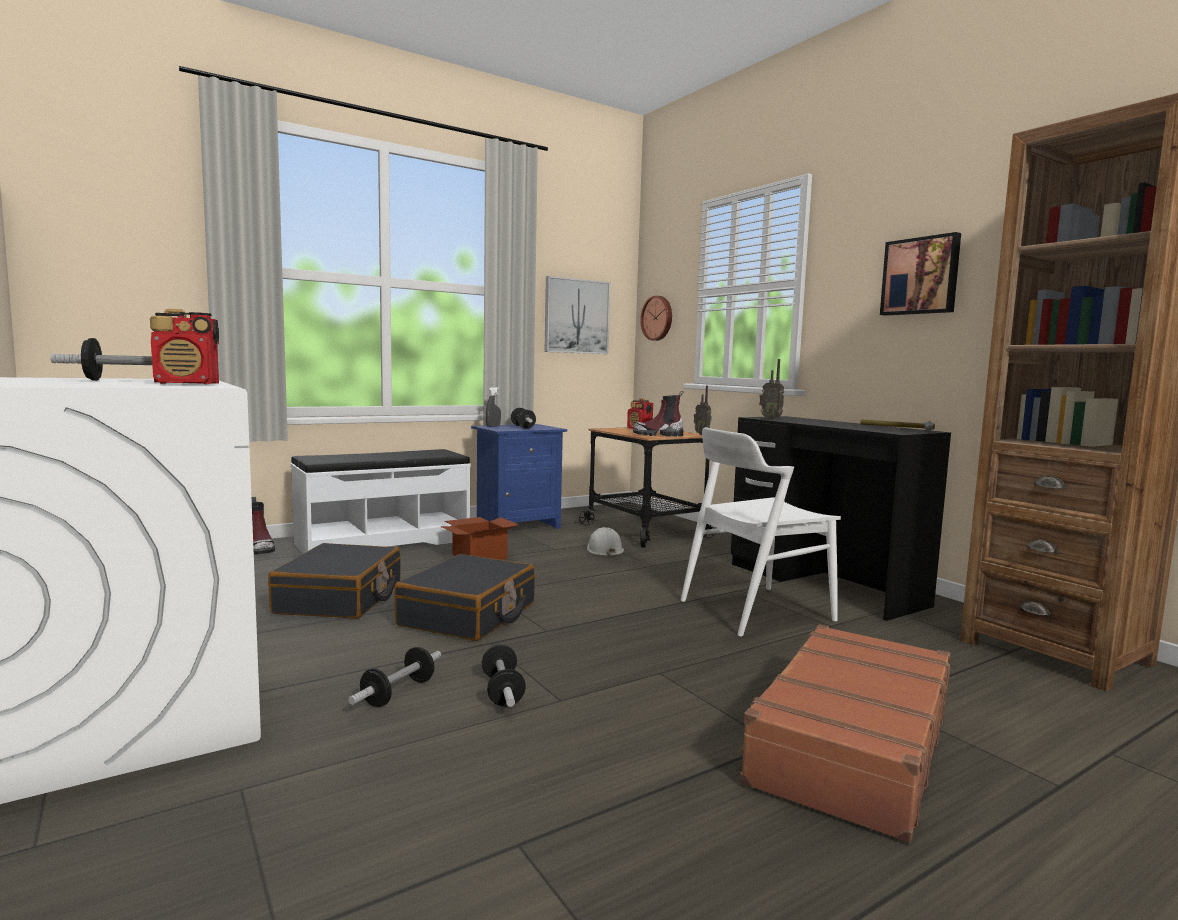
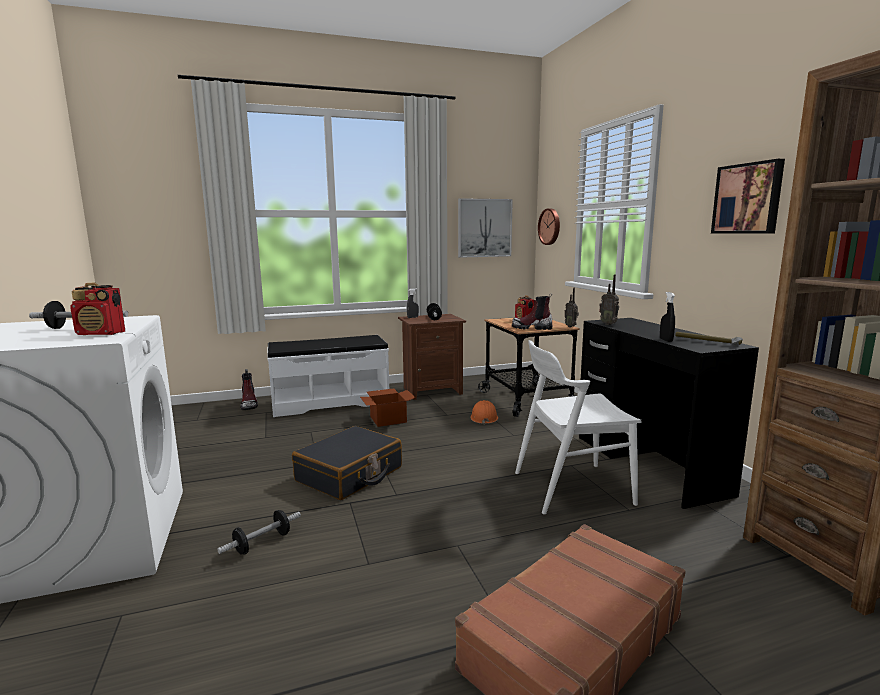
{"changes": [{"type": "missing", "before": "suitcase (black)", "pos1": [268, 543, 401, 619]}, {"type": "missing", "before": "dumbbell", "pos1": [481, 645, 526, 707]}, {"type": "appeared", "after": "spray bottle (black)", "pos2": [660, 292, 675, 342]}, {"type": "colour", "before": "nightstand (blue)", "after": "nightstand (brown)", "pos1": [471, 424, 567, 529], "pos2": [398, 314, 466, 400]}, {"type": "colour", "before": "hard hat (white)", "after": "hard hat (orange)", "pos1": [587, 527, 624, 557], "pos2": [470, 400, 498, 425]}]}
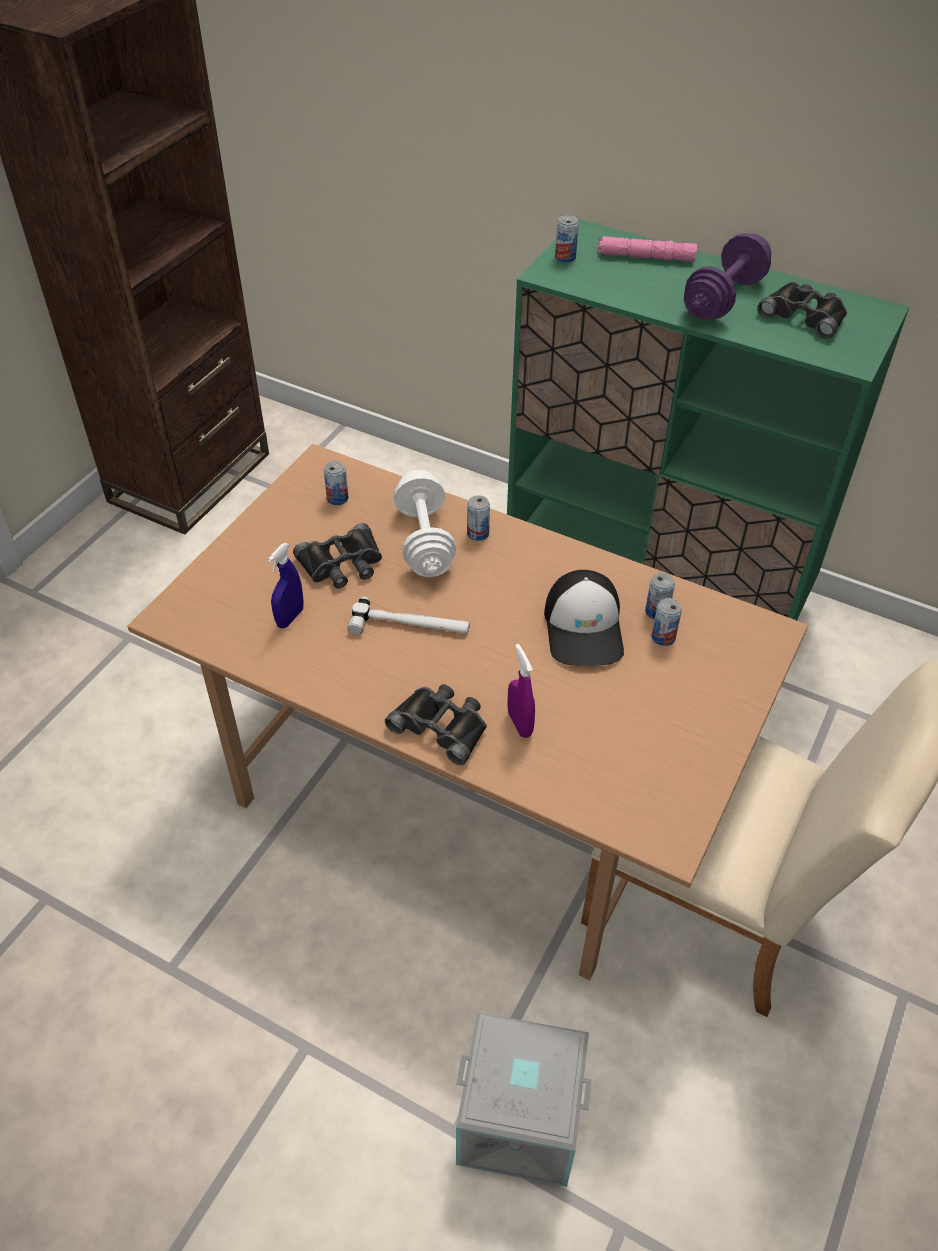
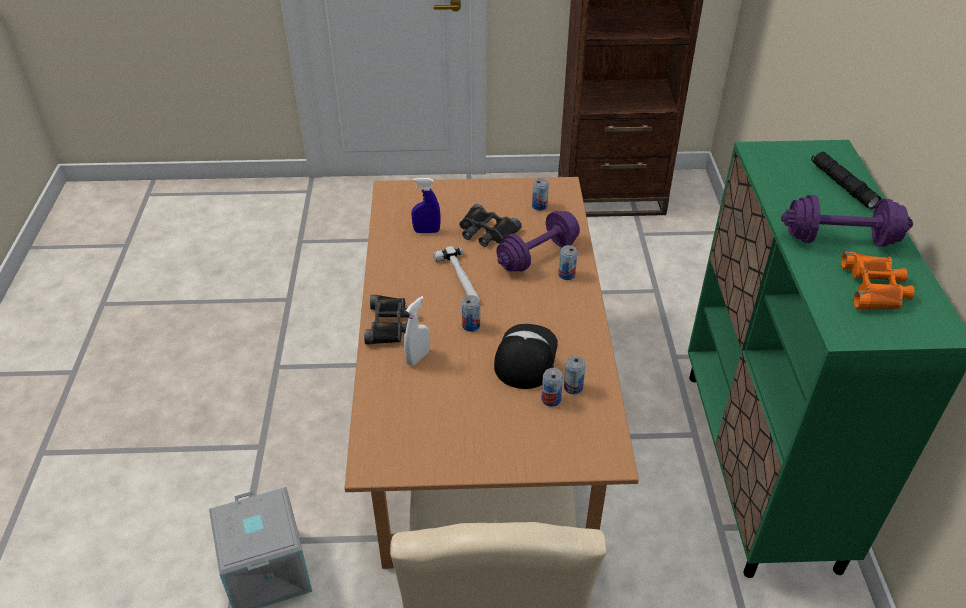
{"changes": [{"type": "relocated", "before": "can", "pos1": [555, 215, 579, 263], "pos2": [462, 295, 480, 332]}, {"type": "colour", "before": "dumbbell (white)", "after": "dumbbell (purple)", "pos1": [394, 470, 456, 577], "pos2": [496, 211, 580, 272]}, {"type": "colour", "before": "spray bottle (purple)", "after": "spray bottle (white)", "pos1": [507, 644, 535, 738], "pos2": [404, 296, 430, 366]}, {"type": "colour", "before": "flashlight (pink)", "after": "flashlight (black)", "pos1": [598, 236, 697, 262], "pos2": [811, 152, 881, 209]}, {"type": "colour", "before": "binoculars (black)", "after": "binoculars (orange)", "pos1": [757, 282, 847, 339], "pos2": [841, 252, 915, 310]}, {"type": "spun", "before": "cap", "pos1": [544, 570, 624, 666], "pos2": [494, 324, 558, 389], "turn": 135}]}
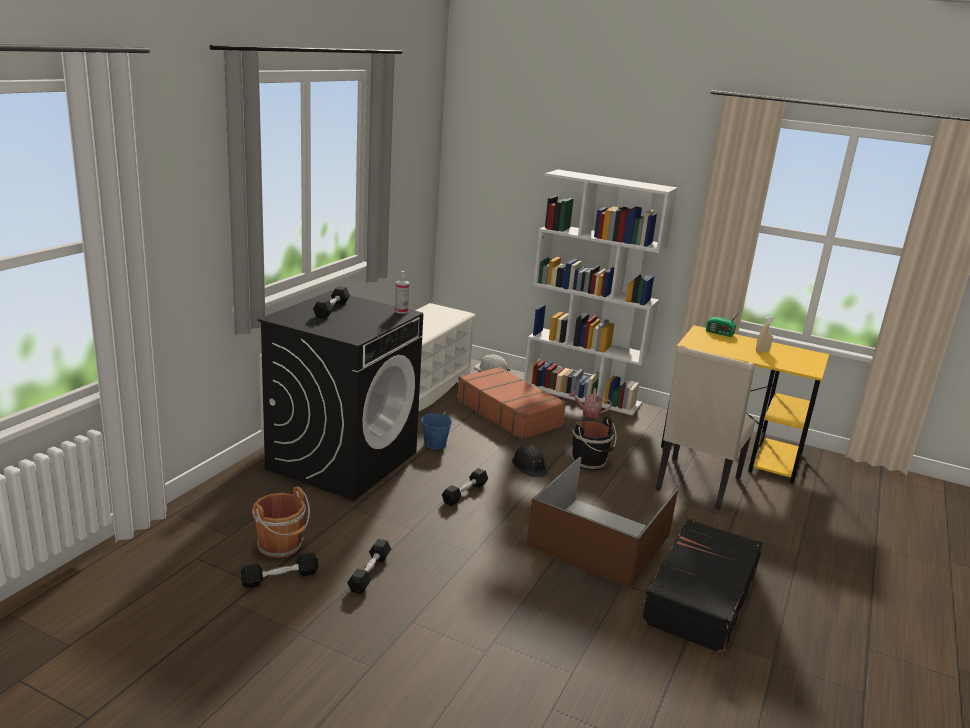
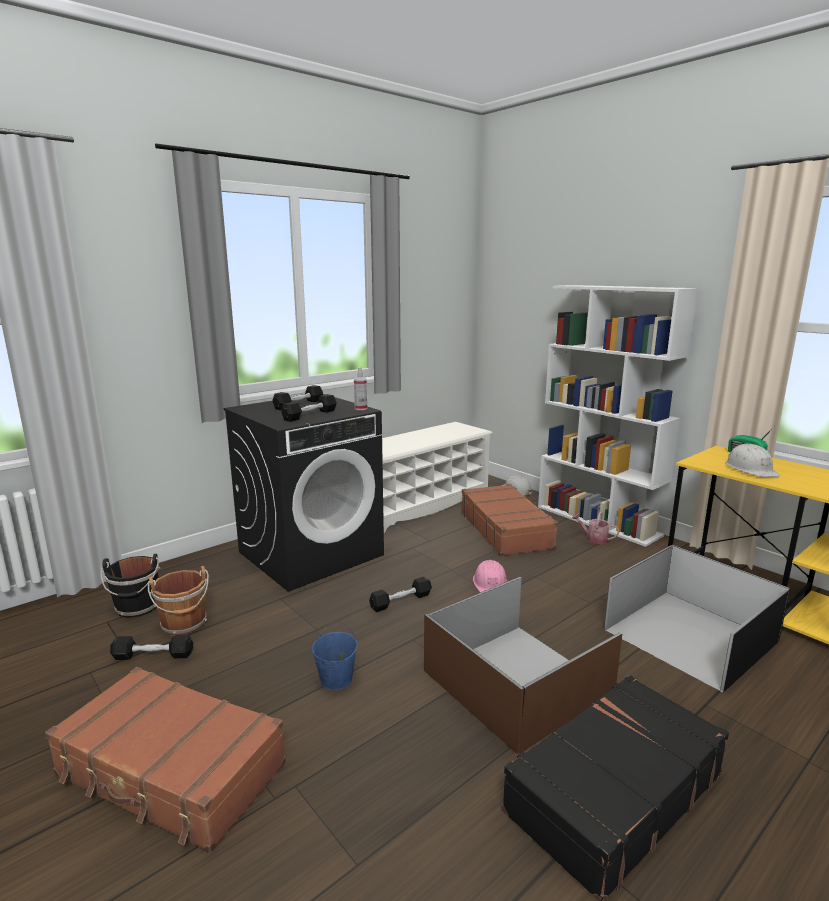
{"changes": [{"type": "missing", "before": "spray bottle (beige)", "pos1": [756, 316, 776, 353]}, {"type": "appeared", "after": "suitcase (brown)", "pos2": [45, 667, 286, 853]}, {"type": "appeared", "after": "hard hat (white)", "pos2": [725, 443, 780, 477]}, {"type": "relocated", "before": "dumbbell (black)", "pos1": [347, 539, 391, 594], "pos2": [281, 394, 337, 422]}, {"type": "relocated", "before": "bucket (blue)", "pos1": [421, 403, 452, 450], "pos2": [312, 621, 357, 690]}, {"type": "relocated", "before": "bucket (black)", "pos1": [572, 416, 617, 470], "pos2": [100, 554, 160, 618]}, {"type": "exchanged", "before": "chair (beige)", "after": "storage box (black)", "pos1": [655, 346, 755, 510], "pos2": [604, 545, 790, 693]}, {"type": "colour", "before": "hard hat (black)", "after": "hard hat (pink)", "pos1": [512, 445, 547, 477], "pos2": [473, 560, 507, 593]}]}
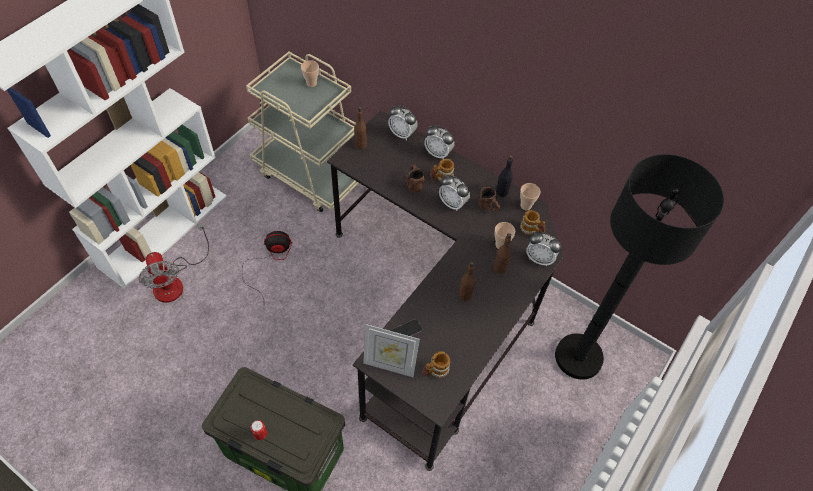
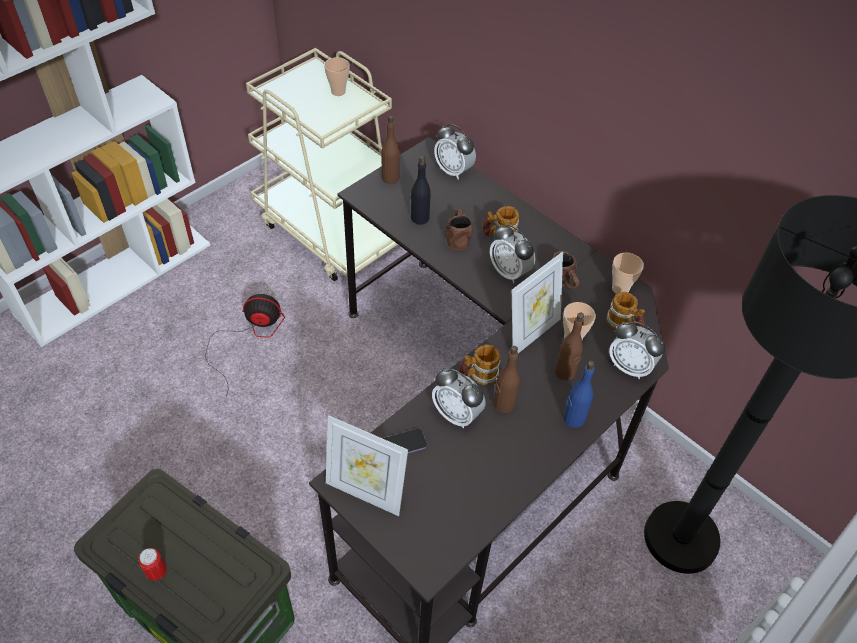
{"changes": [{"type": "missing", "before": "fan", "pos1": [139, 222, 209, 303]}, {"type": "appeared", "after": "picture frame", "pos2": [512, 251, 563, 353]}, {"type": "appeared", "after": "bottle (blue)", "pos2": [564, 361, 595, 428]}, {"type": "relocated", "before": "mug", "pos1": [423, 351, 450, 378], "pos2": [459, 344, 501, 385]}, {"type": "relocated", "before": "alarm clock", "pos1": [424, 125, 454, 159], "pos2": [432, 368, 486, 429]}, {"type": "relocated", "before": "bottle (black)", "pos1": [496, 155, 513, 197], "pos2": [411, 156, 431, 225]}]}
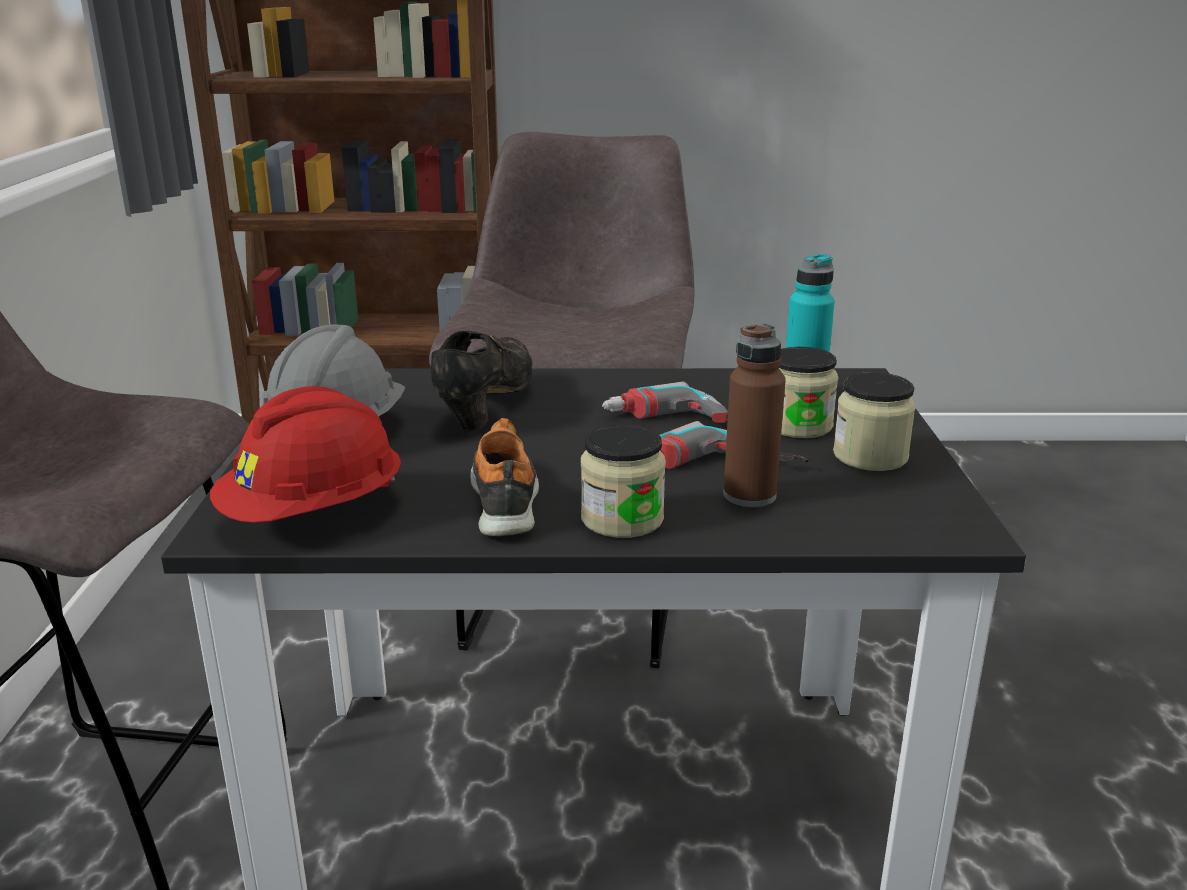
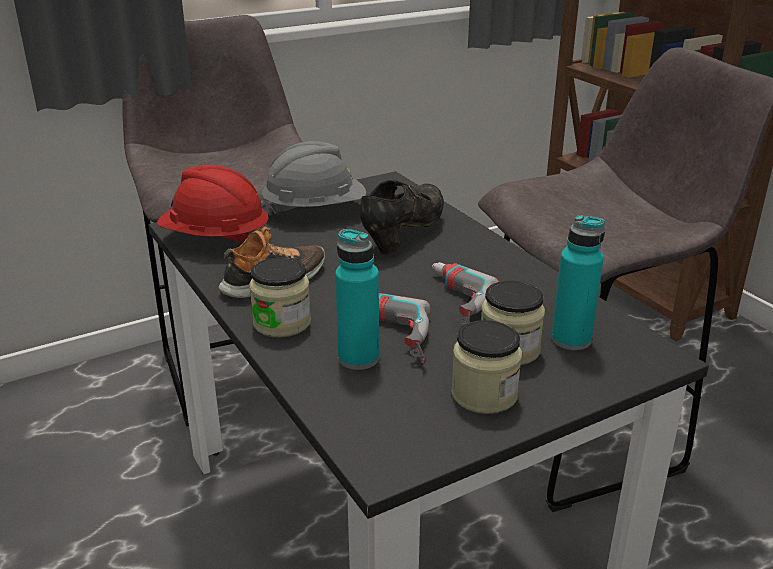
{"changes": [{"type": "colour", "before": "bottle (brown)", "after": "bottle (turquoise)", "pos1": [723, 323, 786, 507], "pos2": [335, 229, 379, 370]}, {"type": "spun", "before": "shoe (black)", "pos1": [431, 330, 533, 432], "pos2": [360, 180, 444, 255], "turn": -45}]}
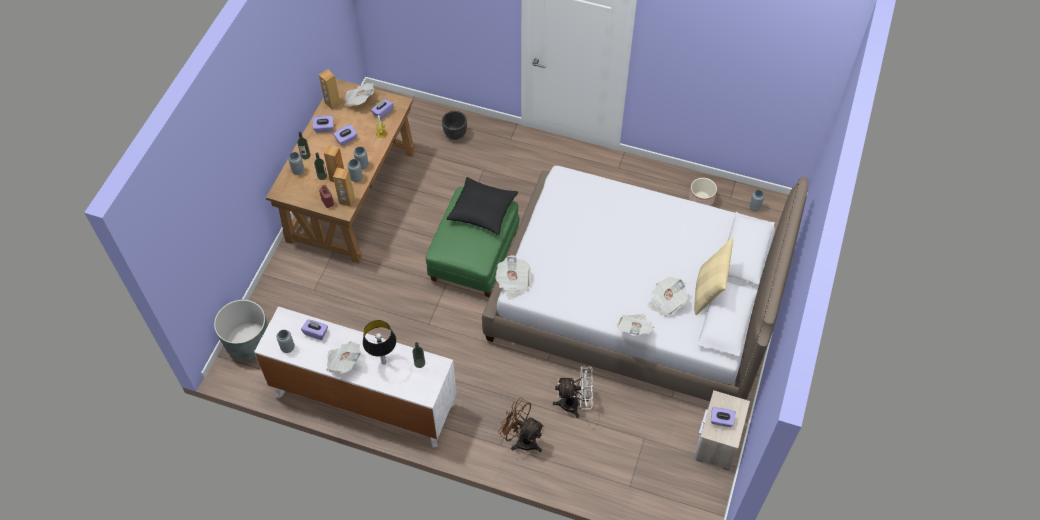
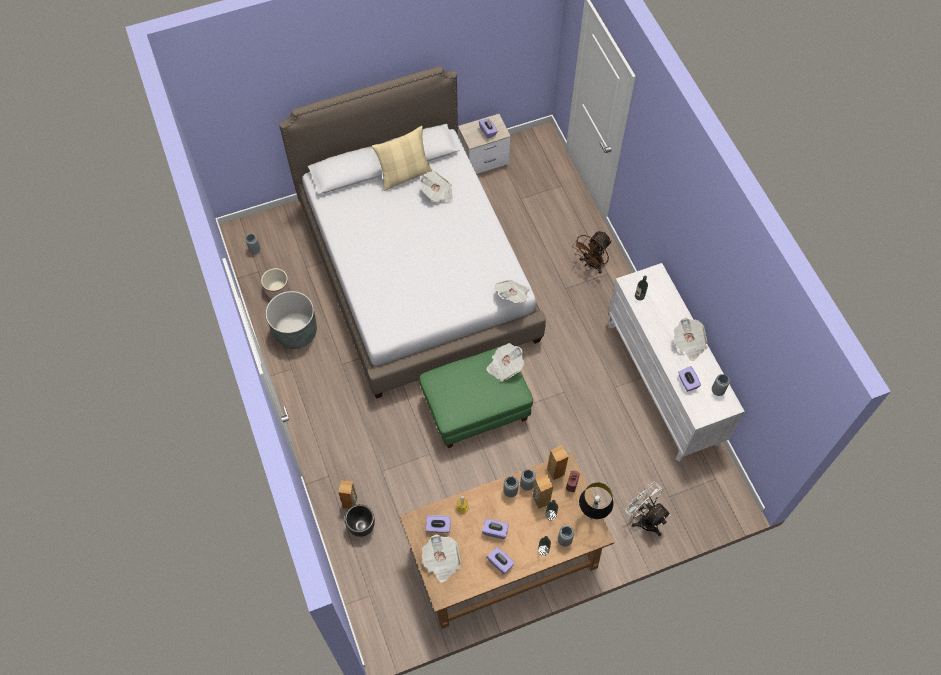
{"changes": [{"type": "missing", "before": "pillow (black)", "pos1": [447, 177, 518, 235]}, {"type": "relocated", "before": "planter (grey)", "pos1": [214, 300, 268, 361], "pos2": [266, 291, 317, 349]}, {"type": "relocated", "before": "speaker (brown)", "pos1": [319, 69, 341, 110], "pos2": [338, 481, 357, 509]}, {"type": "relocated", "before": "table lamp", "pos1": [363, 320, 396, 365], "pos2": [579, 483, 613, 520]}, {"type": "relocated", "before": "fan (white)", "pos1": [553, 366, 593, 418], "pos2": [625, 482, 671, 536]}, {"type": "relocated", "before": "newspaper", "pos1": [617, 314, 654, 336], "pos2": [486, 343, 524, 382]}, {"type": "spun", "before": "fan (brown)", "pos1": [498, 398, 544, 452], "pos2": [572, 231, 612, 273], "turn": 45}]}
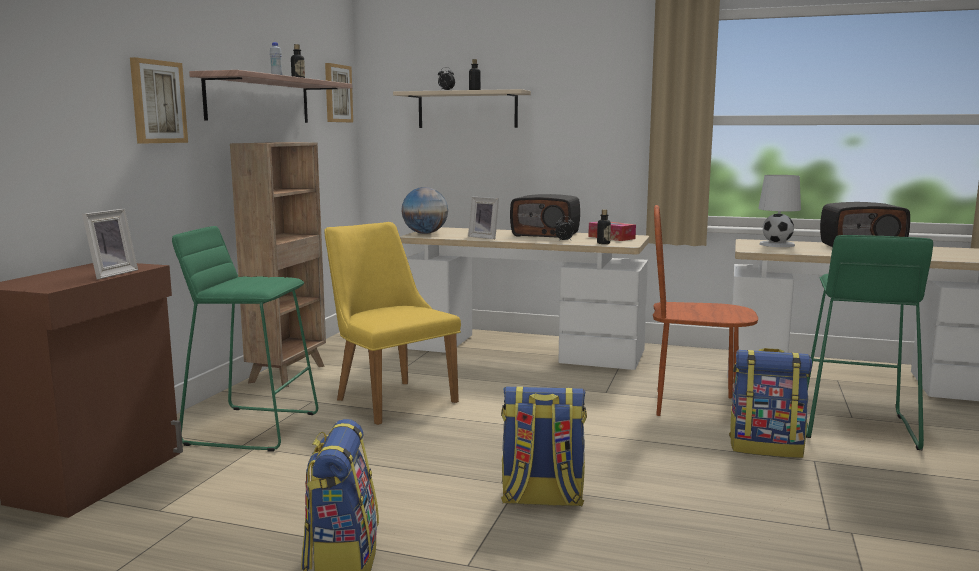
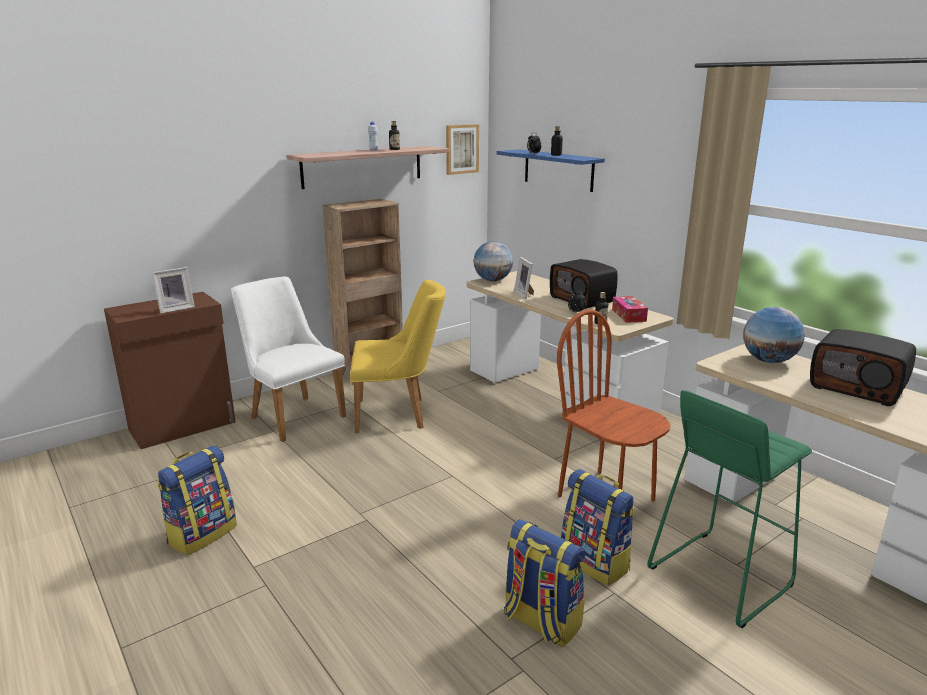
{"changes": [{"type": "missing", "before": "picture", "pos1": [130, 57, 188, 144]}, {"type": "relocated", "before": "backpack", "pos1": [501, 386, 587, 506], "pos2": [504, 519, 586, 648]}, {"type": "exchanged", "before": "stool (green)", "after": "chair (white)", "pos1": [172, 226, 318, 452], "pos2": [231, 276, 346, 442]}, {"type": "exchanged", "before": "table lamp (white)", "after": "globe", "pos1": [758, 175, 801, 247], "pos2": [743, 307, 805, 363]}, {"type": "colour", "before": "shelf (beige)", "after": "shelf (blue)", "pos1": [393, 89, 531, 128], "pos2": [497, 150, 605, 192]}, {"type": "spun", "before": "chair (yellow)", "pos1": [324, 222, 461, 425], "pos2": [350, 280, 446, 433], "turn": 90}]}
